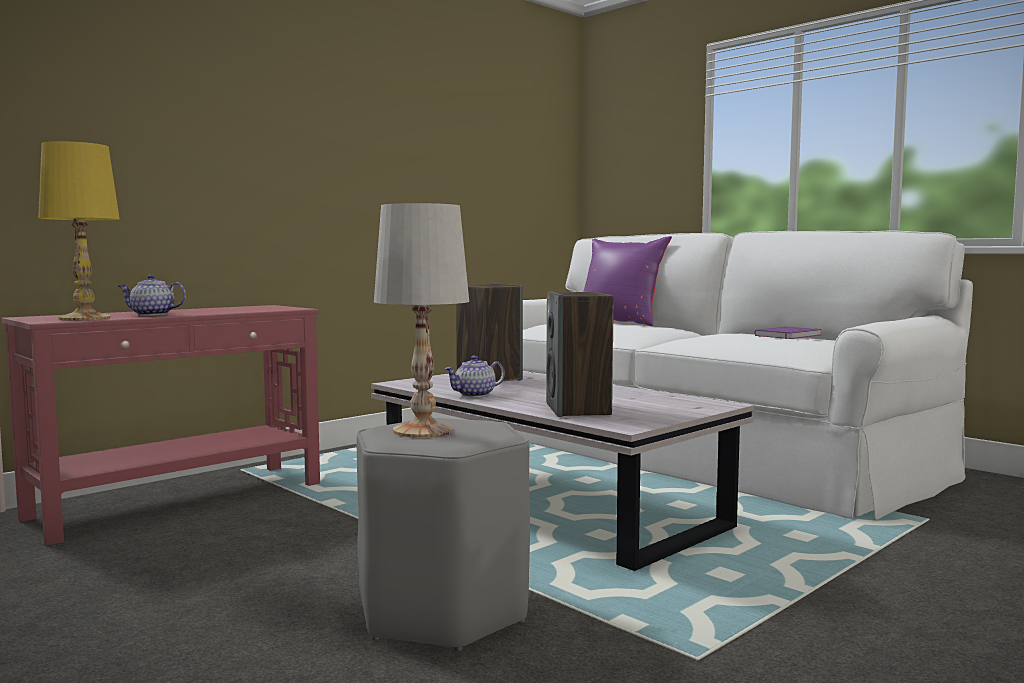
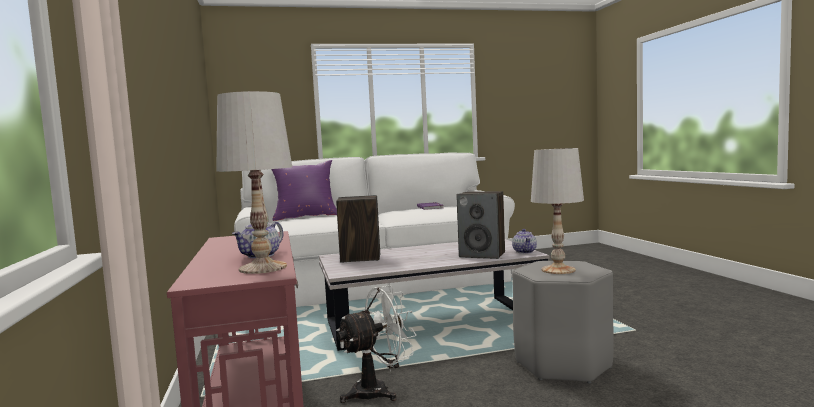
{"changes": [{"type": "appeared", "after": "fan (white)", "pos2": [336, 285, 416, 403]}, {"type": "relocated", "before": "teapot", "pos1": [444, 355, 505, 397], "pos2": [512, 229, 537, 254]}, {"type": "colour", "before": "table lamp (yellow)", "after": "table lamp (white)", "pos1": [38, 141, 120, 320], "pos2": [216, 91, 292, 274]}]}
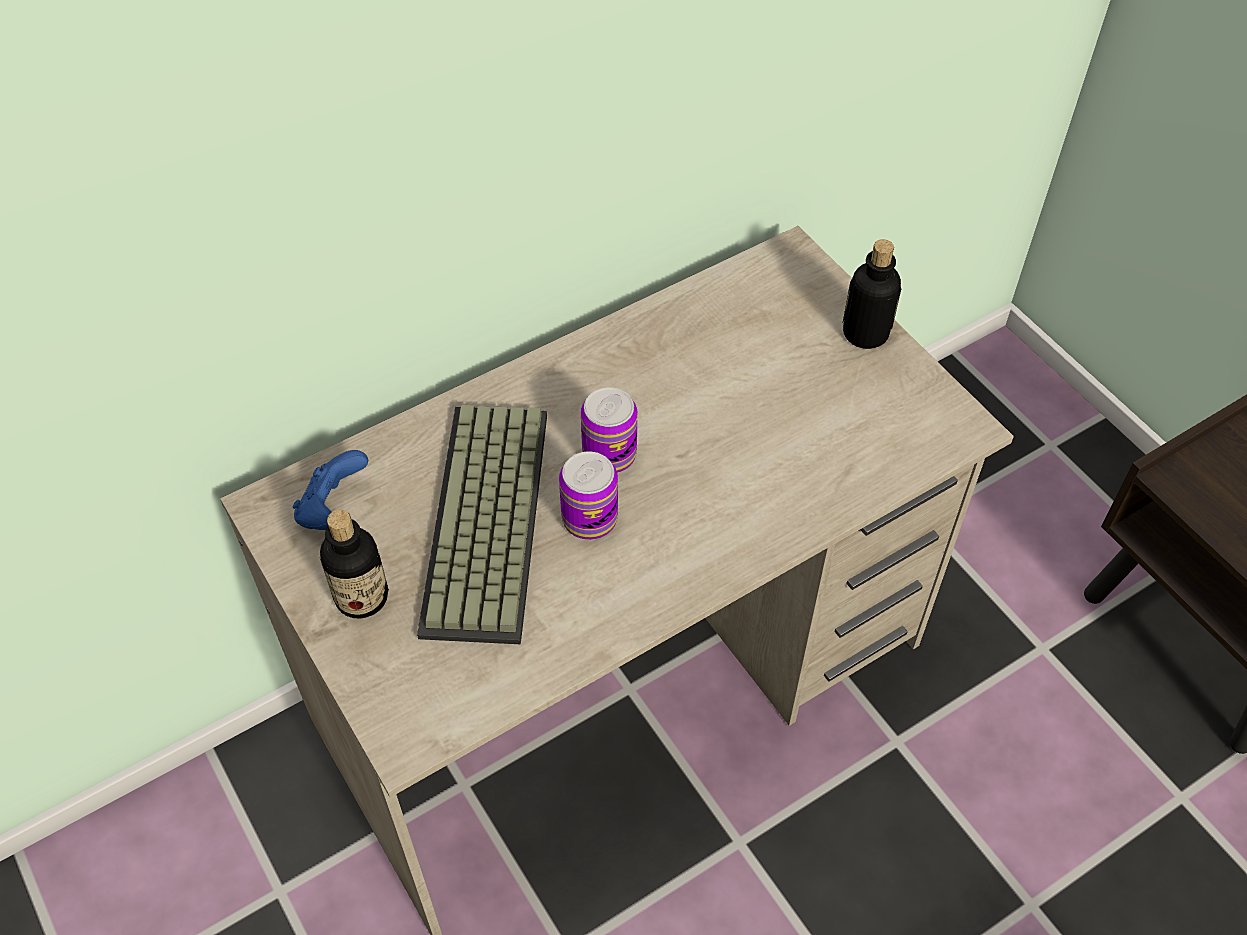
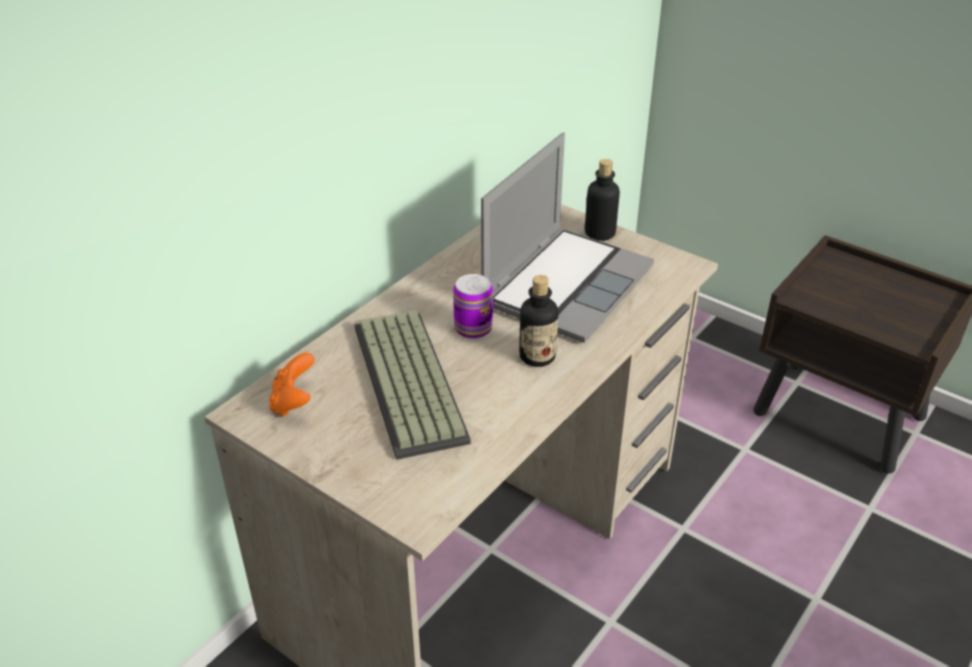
{"changes": [{"type": "missing", "before": "can", "pos1": [559, 451, 618, 540]}, {"type": "appeared", "after": "laptop", "pos2": [481, 132, 654, 343]}, {"type": "relocated", "before": "bottle", "pos1": [320, 510, 389, 619], "pos2": [519, 275, 558, 367]}, {"type": "colour", "before": "game controller (blue)", "after": "game controller (orange)", "pos1": [293, 450, 368, 530], "pos2": [269, 353, 315, 417]}]}
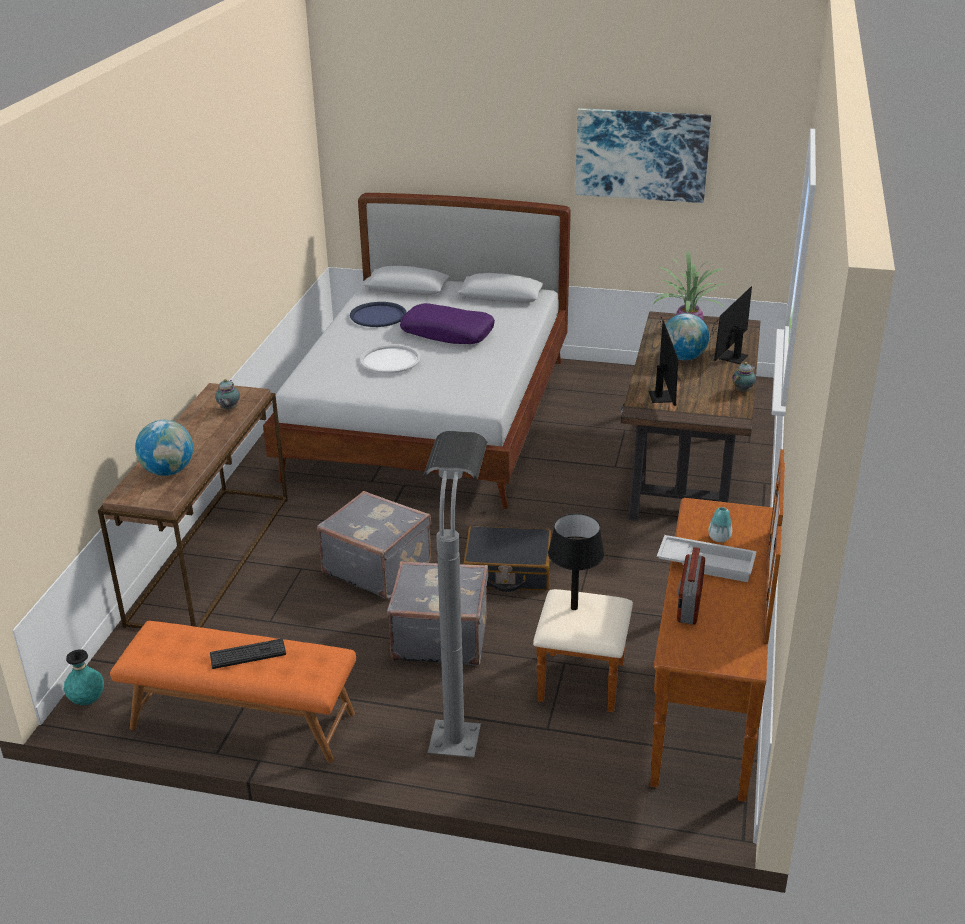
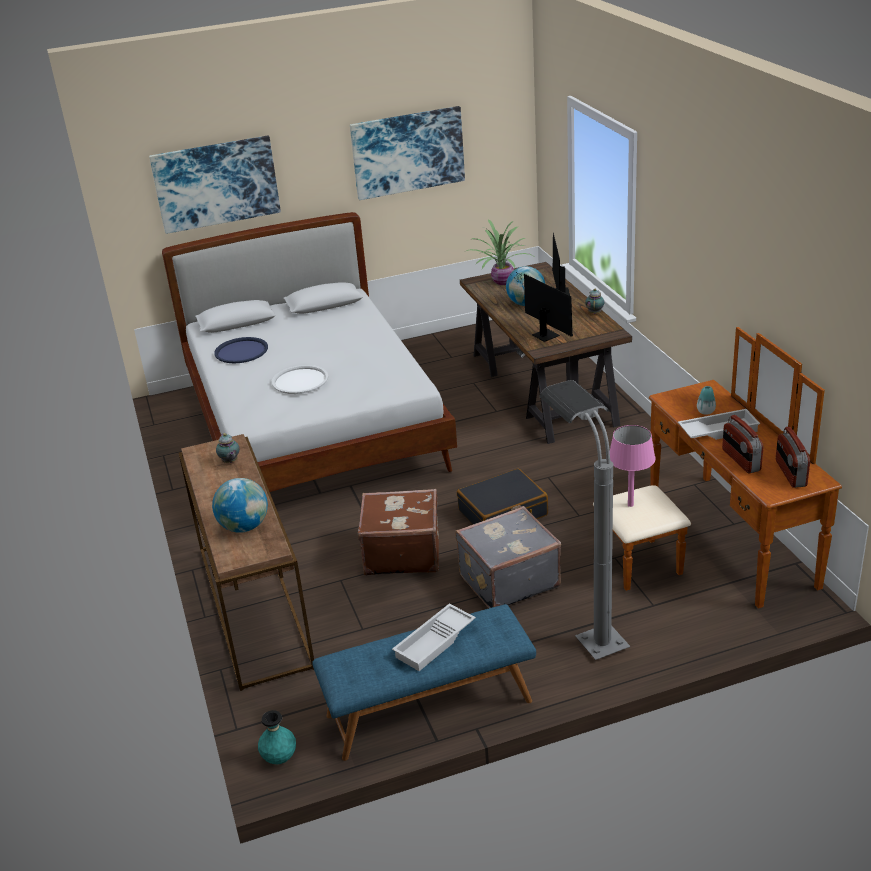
{"changes": [{"type": "missing", "before": "pillow (purple)", "pos1": [400, 303, 495, 344]}, {"type": "appeared", "after": "picture", "pos2": [149, 136, 281, 234]}, {"type": "appeared", "after": "radio", "pos2": [776, 427, 810, 488]}, {"type": "exchanged", "before": "keyboard", "after": "tray (white)", "pos1": [210, 639, 286, 669], "pos2": [392, 603, 476, 671]}, {"type": "colour", "before": "bench (orange)", "after": "bench (blue)", "pos1": [110, 621, 356, 763], "pos2": [312, 604, 536, 761]}, {"type": "colour", "before": "suitcase (grey)", "after": "suitcase (brown)", "pos1": [317, 491, 431, 599], "pos2": [358, 489, 439, 576]}, {"type": "colour", "before": "table lamp (black)", "after": "table lamp (pink)", "pos1": [548, 514, 604, 610], "pos2": [610, 425, 656, 507]}]}
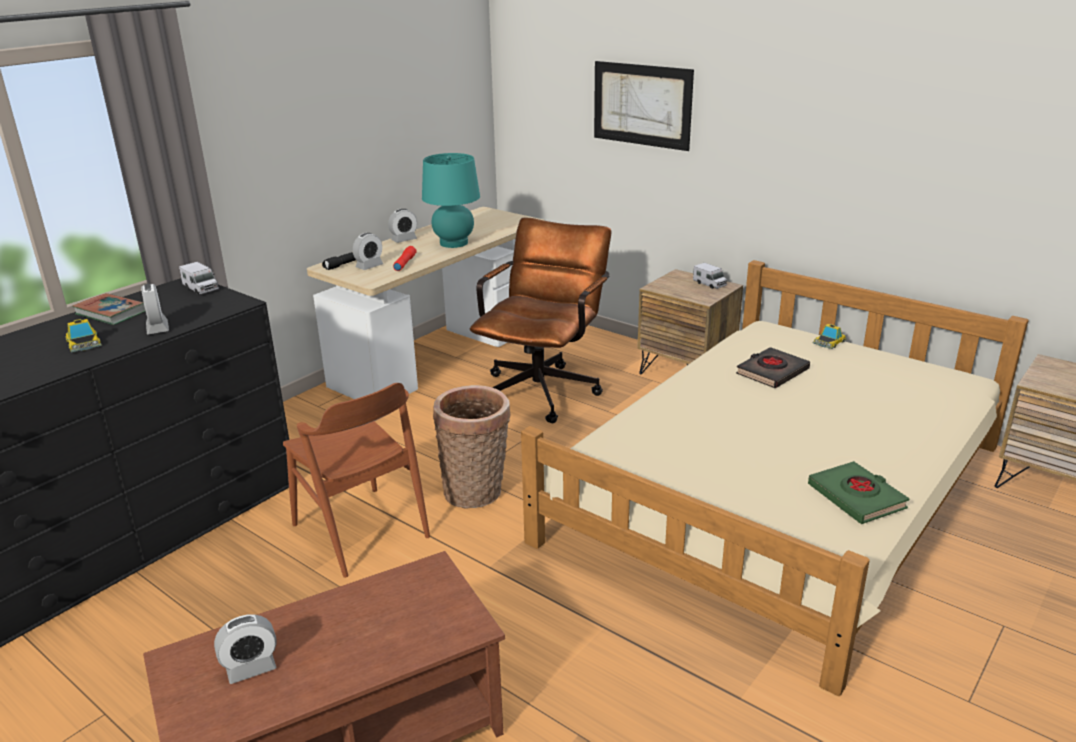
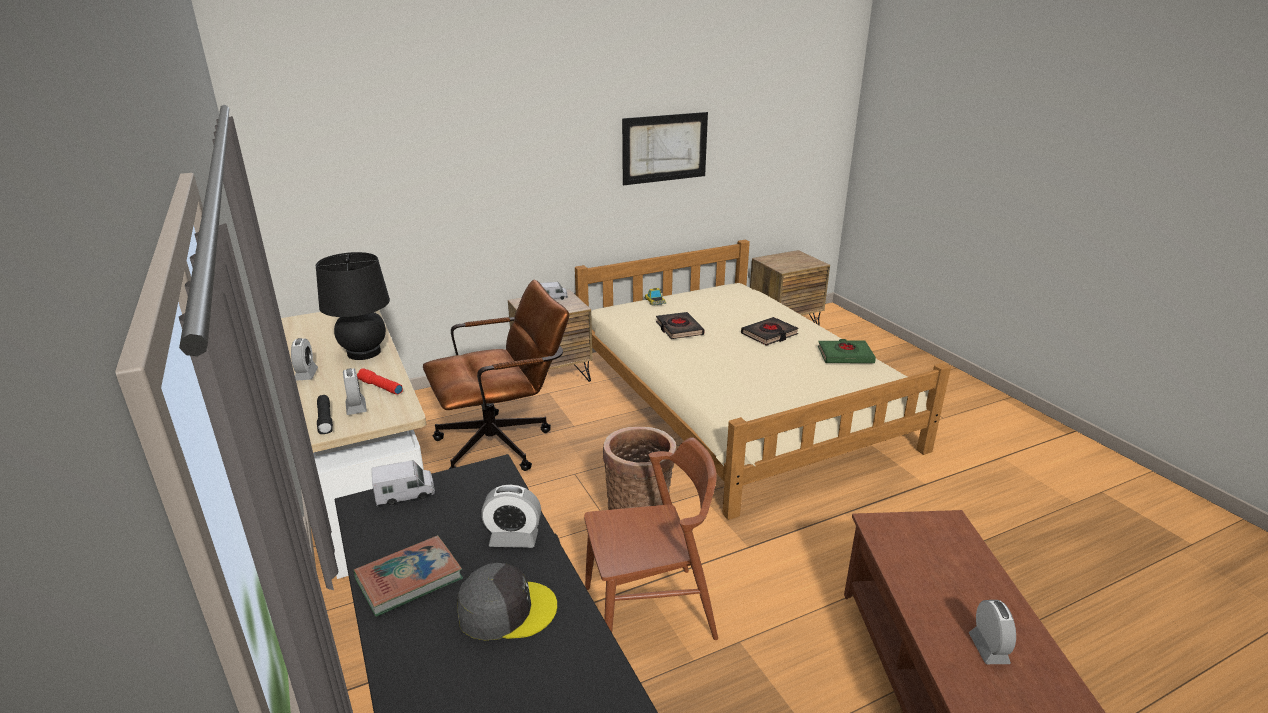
{"changes": [{"type": "appeared", "after": "book (black)", "pos2": [741, 317, 799, 346]}, {"type": "relocated", "before": "picture", "pos1": [594, 61, 694, 151], "pos2": [622, 112, 708, 185]}, {"type": "exchanged", "before": "toy car", "after": "cap (grey)", "pos1": [65, 319, 102, 352], "pos2": [457, 563, 557, 640]}, {"type": "colour", "before": "table lamp (turquoise)", "after": "table lamp (black)", "pos1": [422, 153, 480, 248], "pos2": [316, 252, 390, 360]}, {"type": "spun", "before": "office chair (brown)", "pos1": [470, 218, 611, 423], "pos2": [423, 279, 569, 471], "turn": 105}]}
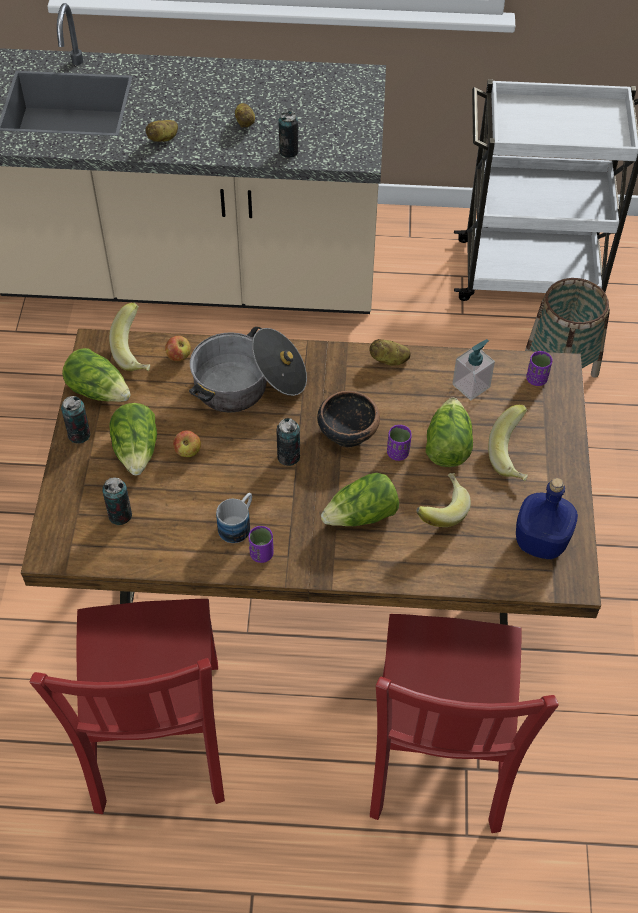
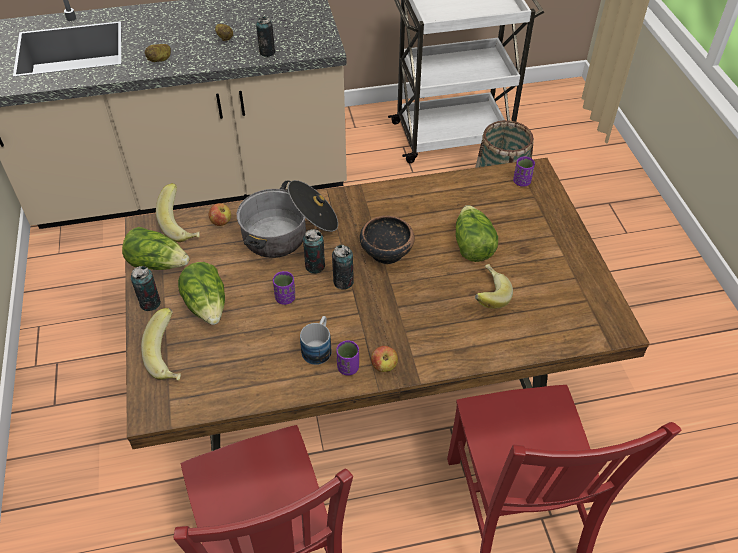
{"changes": [{"type": "missing", "before": "lettuce", "pos1": [321, 473, 399, 526]}, {"type": "missing", "before": "potato", "pos1": [369, 339, 411, 366]}, {"type": "missing", "before": "soap dispenser", "pos1": [453, 339, 495, 400]}, {"type": "missing", "before": "bottle (blue)", "pos1": [516, 478, 578, 559]}, {"type": "relocated", "before": "can", "pos1": [102, 477, 132, 525], "pos2": [303, 229, 325, 274]}, {"type": "relocated", "before": "apple", "pos1": [173, 430, 201, 457], "pos2": [371, 346, 398, 372]}, {"type": "relocated", "before": "cup (purple)", "pos1": [387, 425, 412, 461], "pos2": [273, 271, 295, 305]}, {"type": "relocated", "before": "banana", "pos1": [488, 405, 528, 481], "pos2": [141, 308, 181, 381]}]}
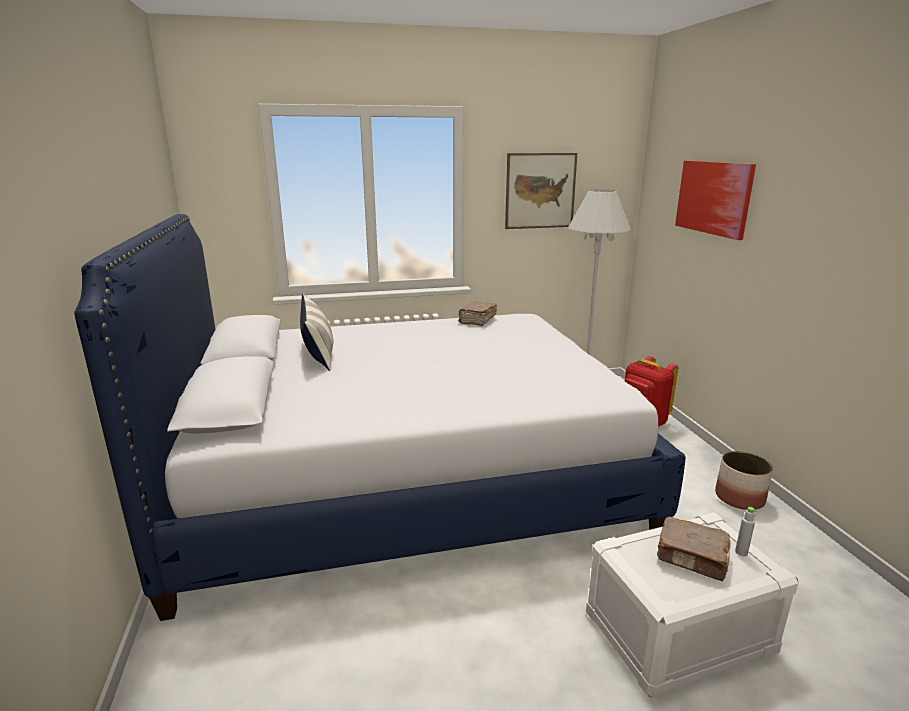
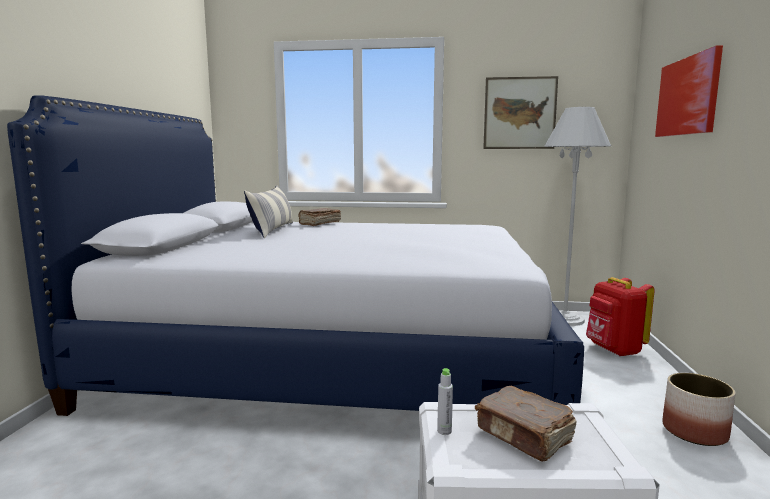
{"changes": [{"type": "relocated", "before": "book (brown)", "pos1": [458, 301, 497, 326], "pos2": [298, 208, 341, 226]}, {"type": "relocated", "before": "bottle (grey)", "pos1": [735, 507, 757, 556], "pos2": [437, 368, 453, 435]}]}
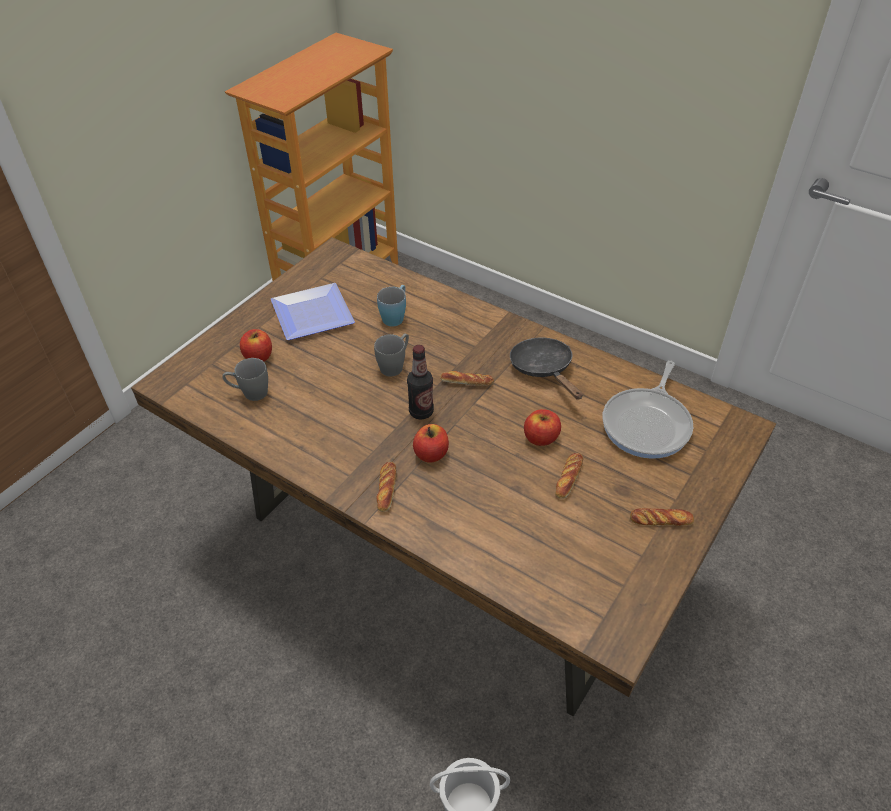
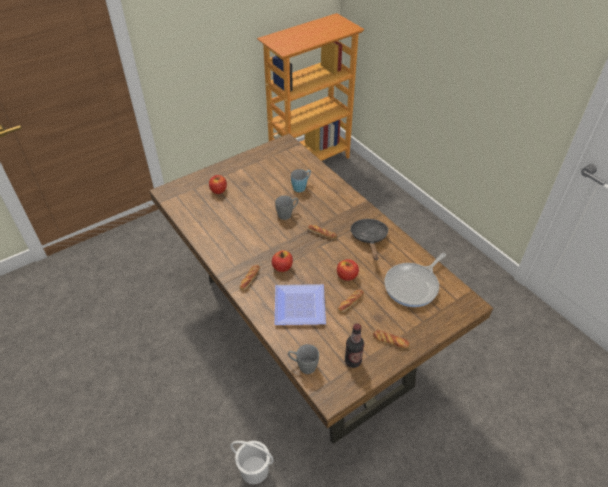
{"changes": [{"type": "relocated", "before": "mug (grey)", "pos1": [223, 358, 268, 401], "pos2": [288, 344, 319, 374]}, {"type": "relocated", "before": "plate", "pos1": [271, 283, 355, 340], "pos2": [275, 284, 326, 325]}, {"type": "relocated", "before": "bottle", "pos1": [407, 345, 434, 419], "pos2": [345, 323, 364, 368]}]}
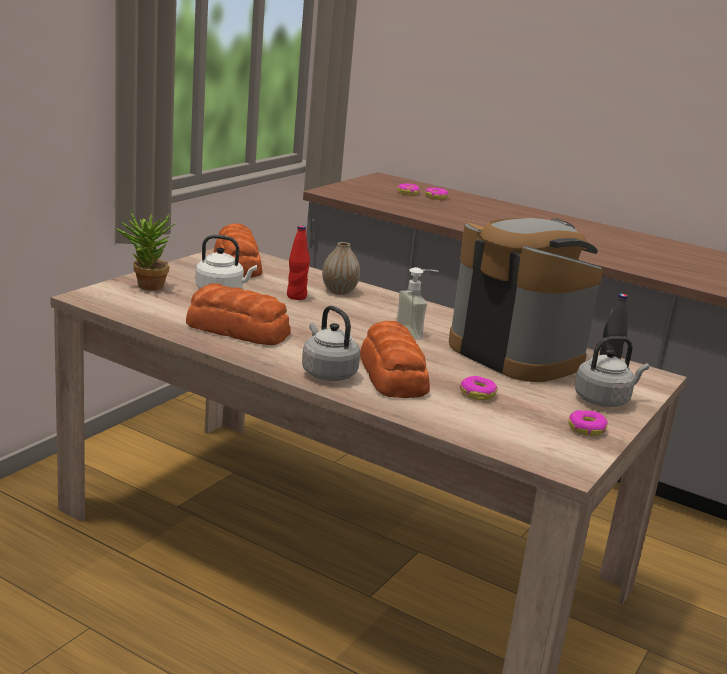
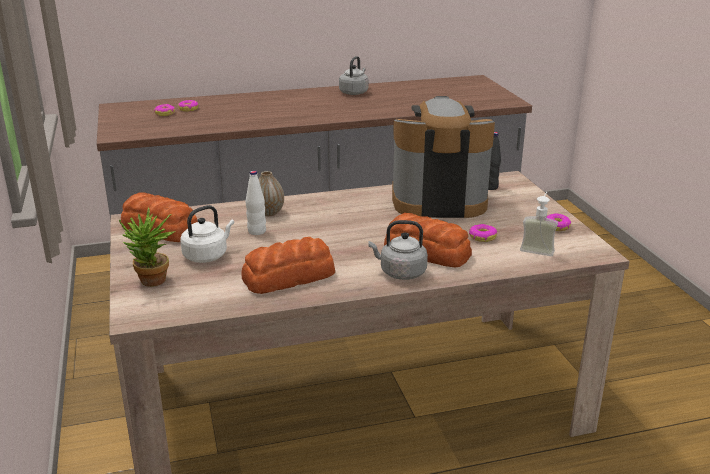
{"changes": [{"type": "relocated", "before": "soap dispenser", "pos1": [396, 267, 438, 340], "pos2": [520, 192, 558, 256]}, {"type": "relocated", "before": "kettle (grey)", "pos1": [574, 336, 649, 407], "pos2": [339, 56, 368, 95]}, {"type": "colour", "before": "bottle (red)", "after": "bottle (white)", "pos1": [287, 225, 310, 300], "pos2": [246, 171, 266, 235]}]}
